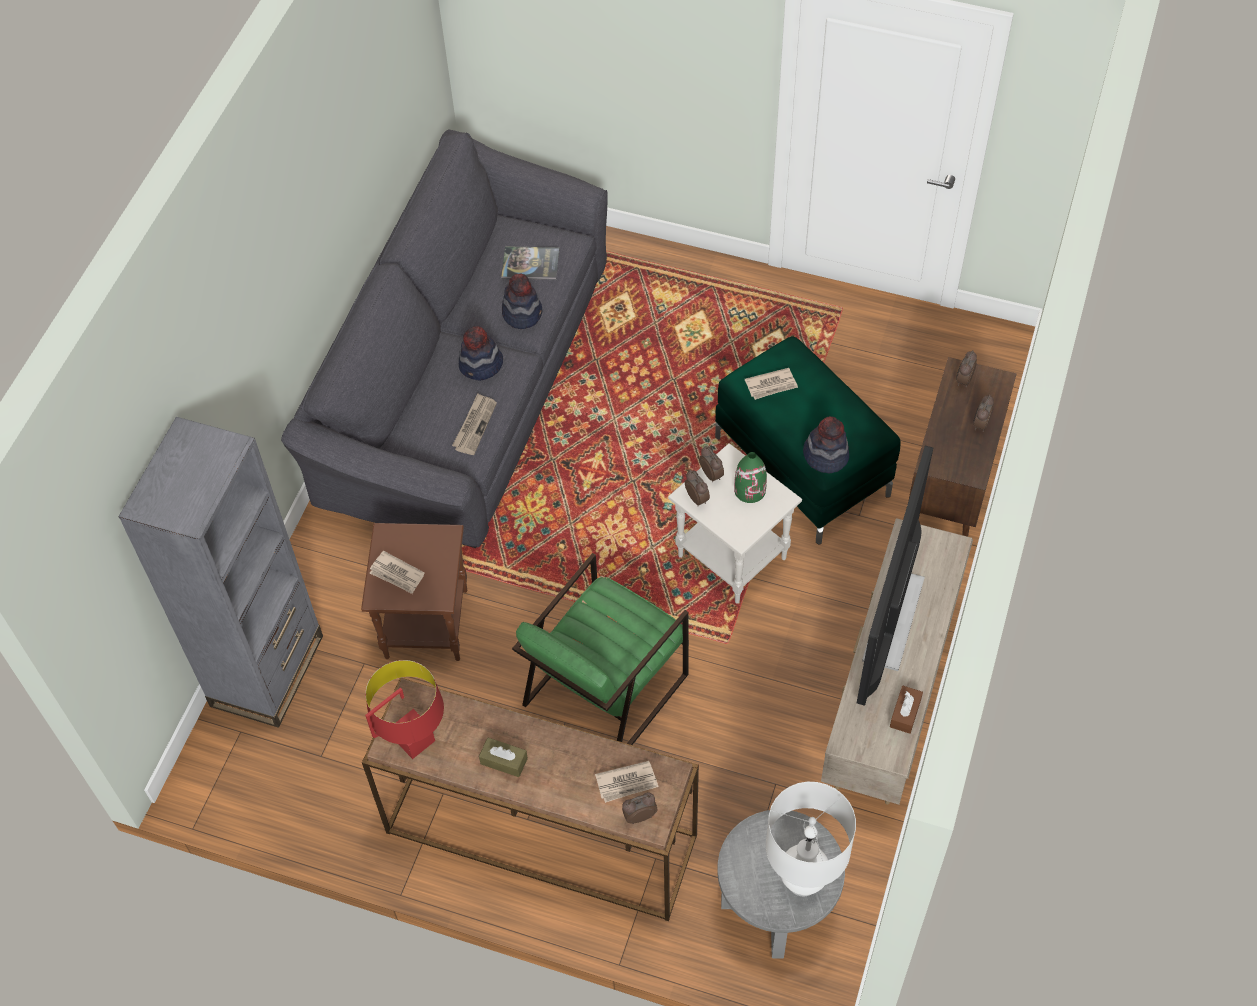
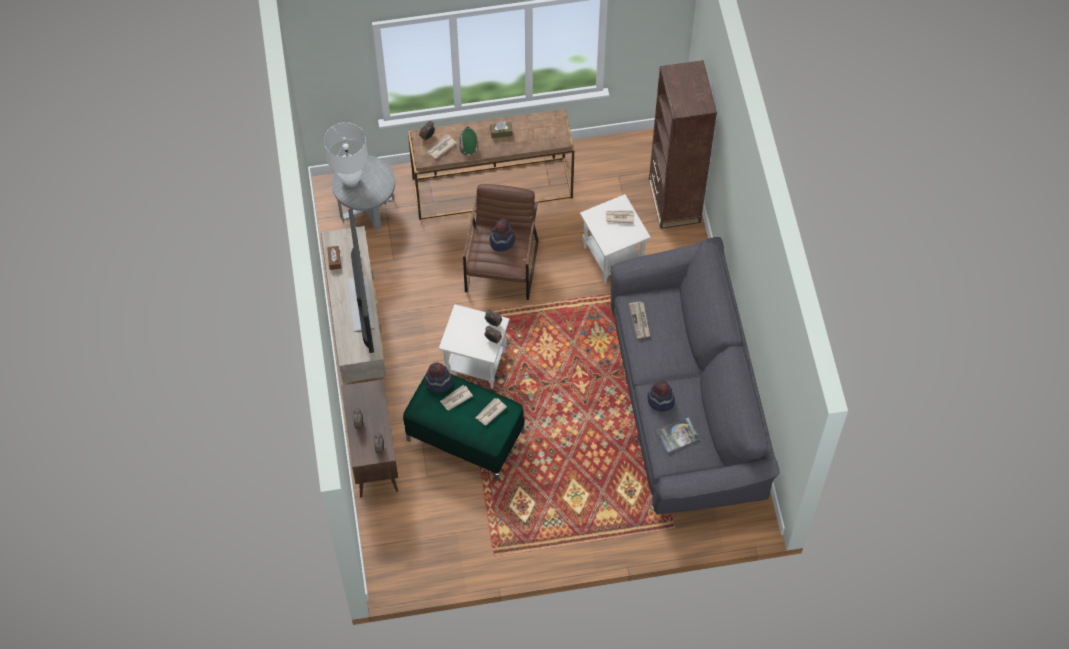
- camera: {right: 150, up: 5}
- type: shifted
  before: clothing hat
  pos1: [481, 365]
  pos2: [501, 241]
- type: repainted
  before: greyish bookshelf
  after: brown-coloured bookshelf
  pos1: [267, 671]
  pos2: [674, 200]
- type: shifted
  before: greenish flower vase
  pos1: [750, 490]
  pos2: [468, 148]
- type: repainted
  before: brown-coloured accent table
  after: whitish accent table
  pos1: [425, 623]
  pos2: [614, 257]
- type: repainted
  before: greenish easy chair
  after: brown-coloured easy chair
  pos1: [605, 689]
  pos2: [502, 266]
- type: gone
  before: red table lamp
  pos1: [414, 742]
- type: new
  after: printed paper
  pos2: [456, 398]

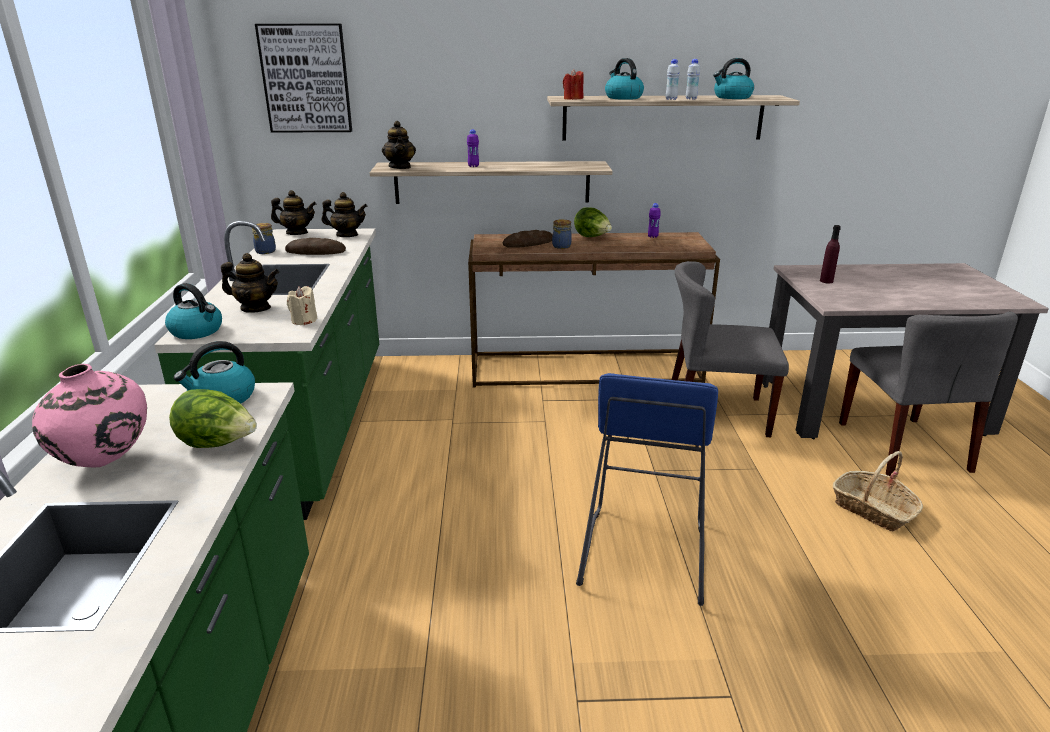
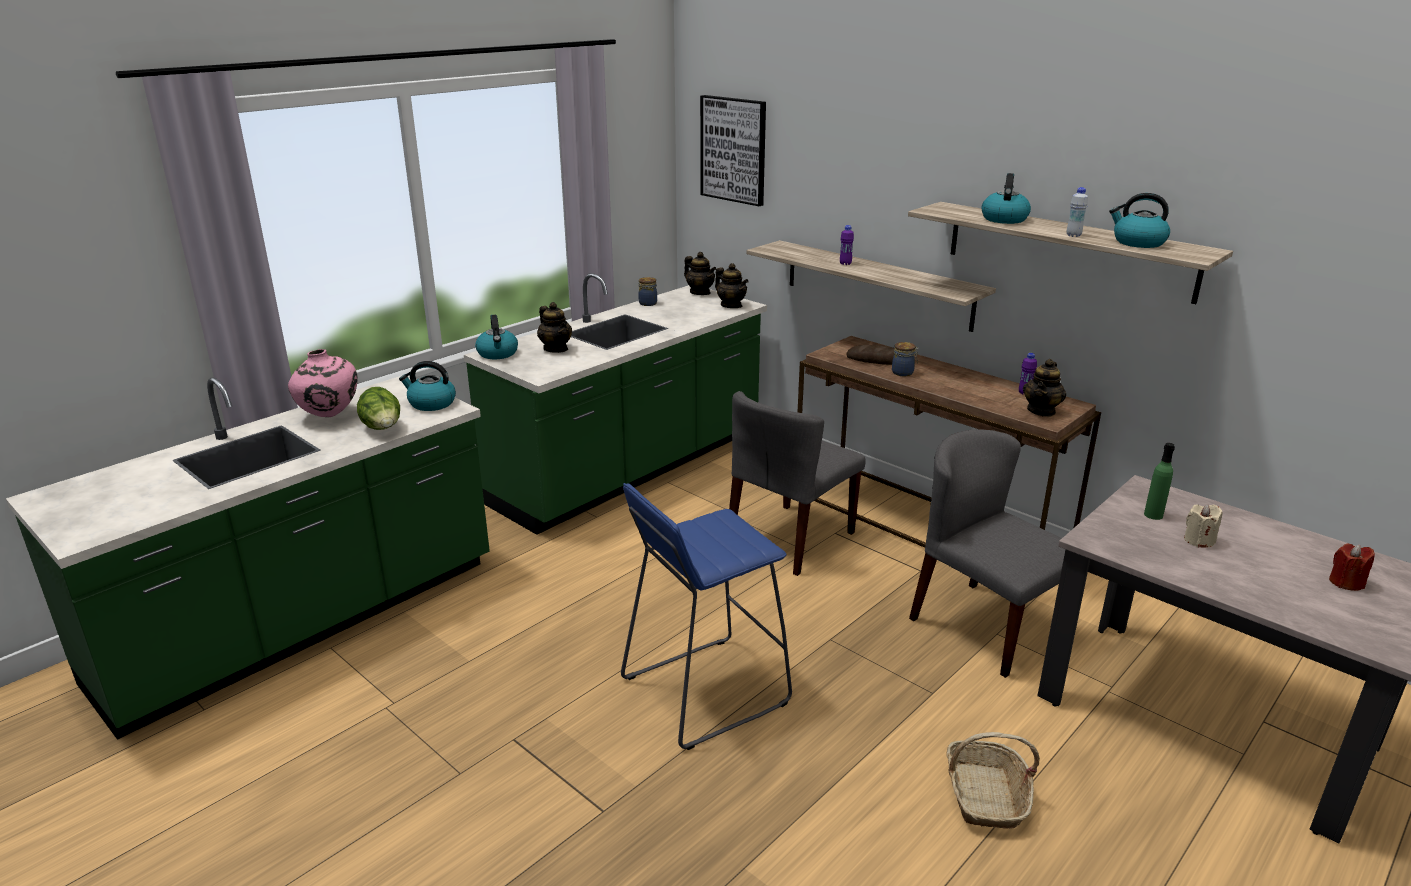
- camera: {right: 45, up: 0}
- type: gone
  before: whitish bottle
  pos1: [671, 99]
- type: shifted
  before: red wax light
  pos1: [573, 99]
  pos2: [1346, 582]
- type: shifted
  before: tea pot
  pos1: [400, 167]
  pos2: [1041, 411]
- type: gone
  before: lettuce
  pos1: [592, 237]
- type: repainted
  before: purplish bottle
  after: greenish bottle
  pos1: [826, 281]
  pos2: [1153, 515]
- type: gone
  before: baked bread
  pos1: [316, 252]
- type: shifted
  before: beige-coloured wax light
  pos1: [304, 320]
  pos2: [1199, 540]
- type: shifted
  before: greyish chair
  pos1: [903, 447]
  pos2: [790, 539]

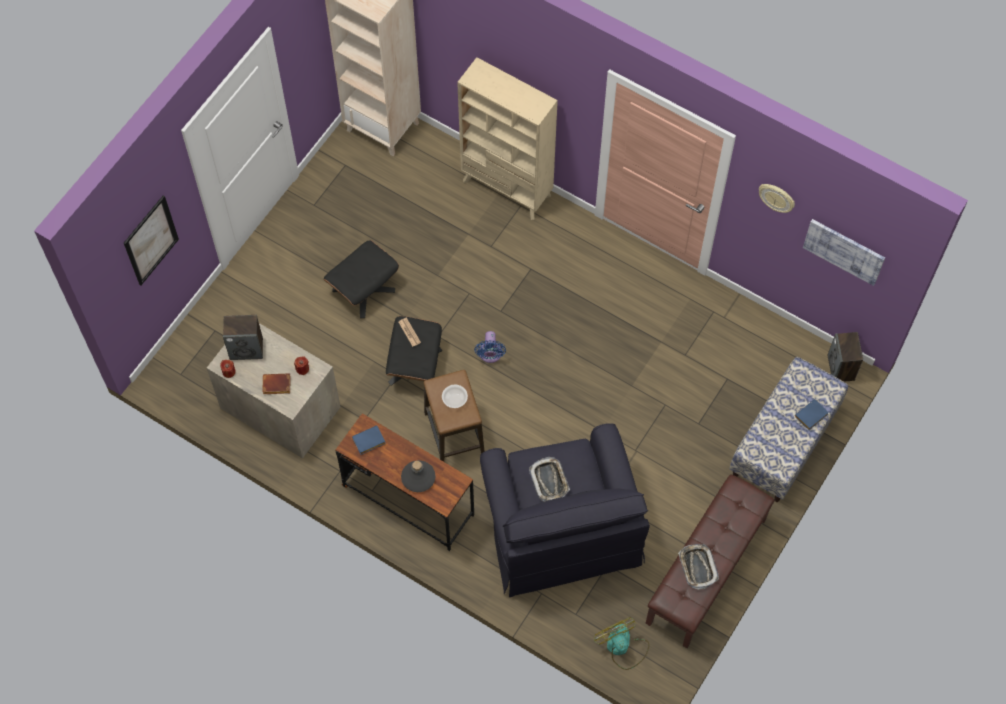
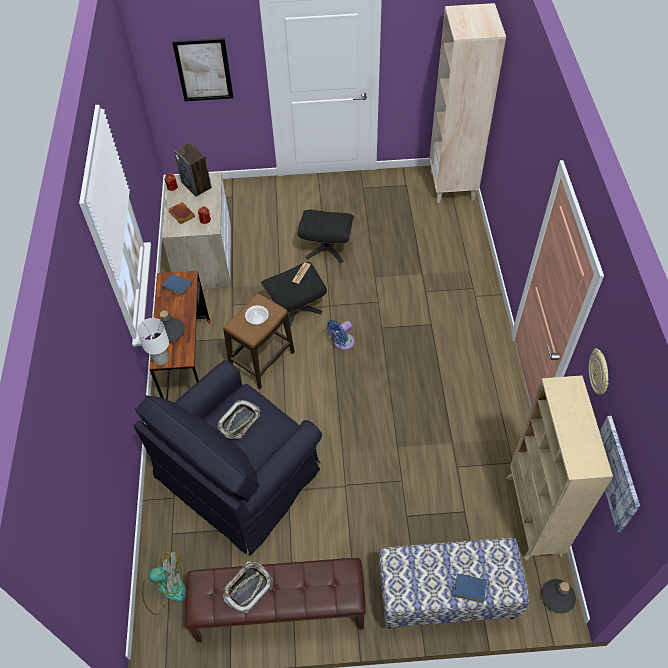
- camera: {right: 55, up: -10}
- type: shifted
  before: beige-coloured bookshelf
  pos1: [507, 188]
  pos2: [533, 516]
- type: swapped
  before: loudspeaker
  after: greyish bottle
  pos1: [841, 368]
  pos2: [557, 597]
- type: rotated
  before: cooling fan
  pos1: [622, 647]
  pos2: [165, 588]
  turn: 60
- type: new
  after: whitish table lamp
  pos2: [161, 359]

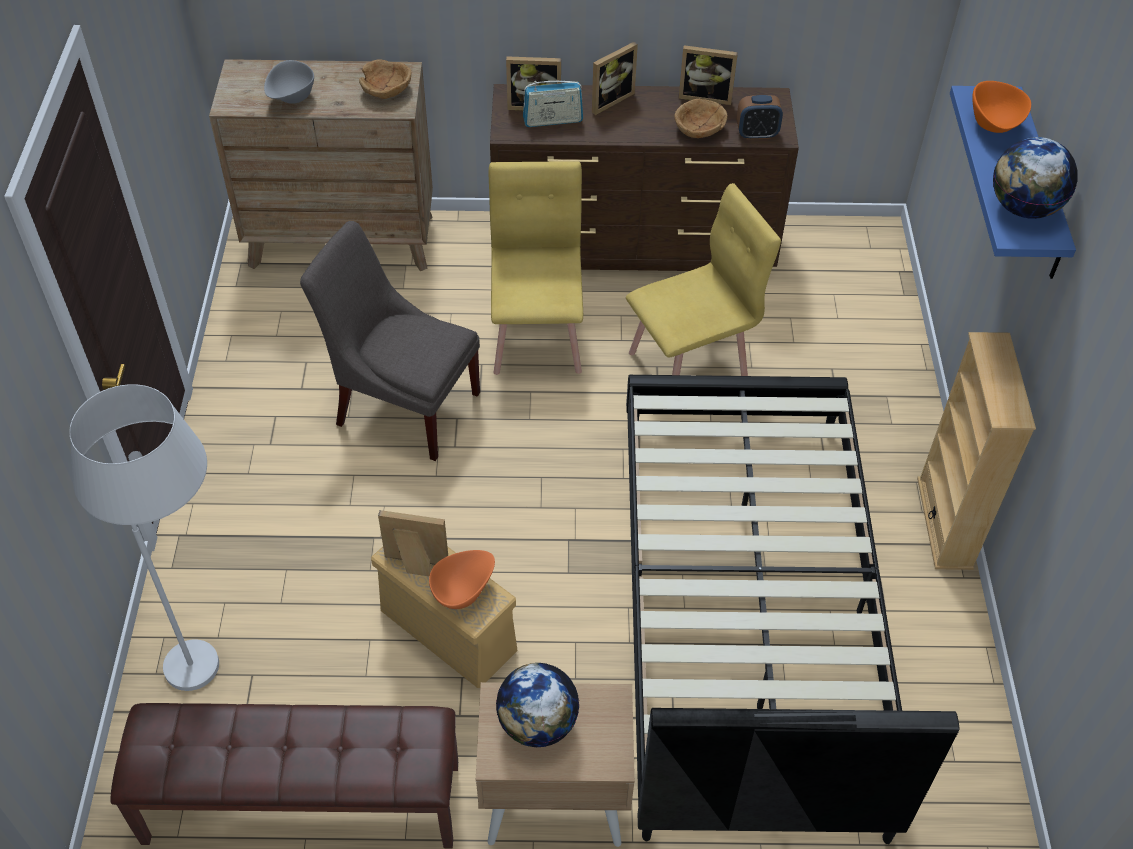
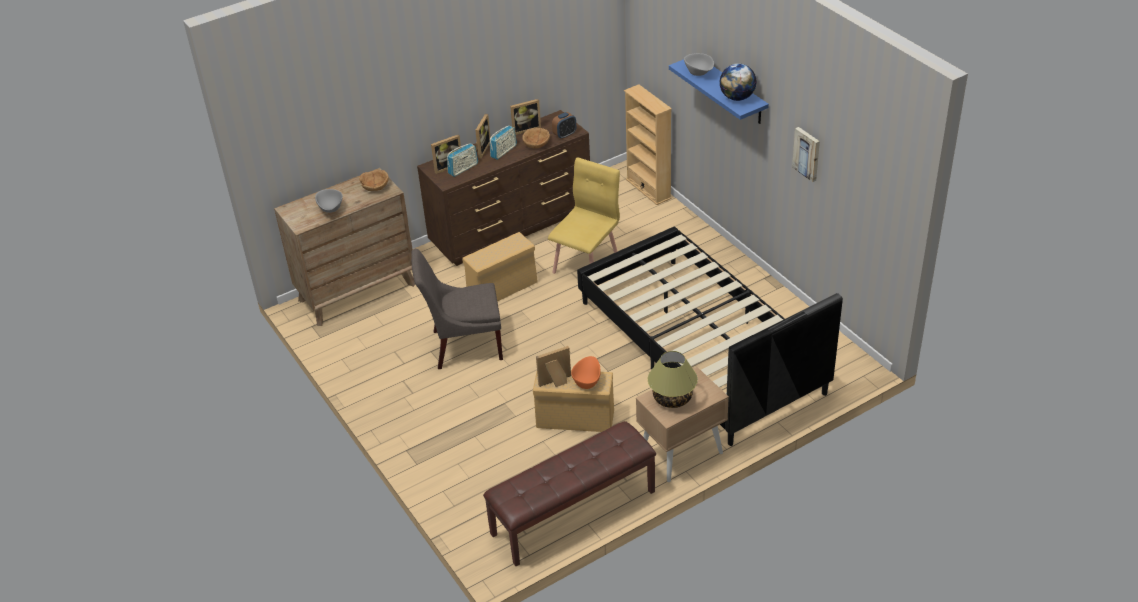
- camera: {right: -30, up: -10}
- type: repainted
  before: orange-coloured serving bowl
  after: greyish serving bowl
  pos1: [994, 127]
  pos2: [699, 74]
- type: swapped
  before: yellow chair
  after: beige-coloured storage bin
  pos1: [538, 339]
  pos2: [503, 288]
- type: shifted
  before: beige-coloured bookshelf
  pos1: [944, 523]
  pos2: [648, 189]
- type: gone
  before: whitish standing lamp
  pos1: [205, 641]
- type: swapped
  before: desk globe
  after: table lamp
  pos1: [537, 724]
  pos2: [672, 398]
- type: new
  after: radio set
  pos2: [503, 151]
- type: new
  after: wall art
  pos2: [807, 153]

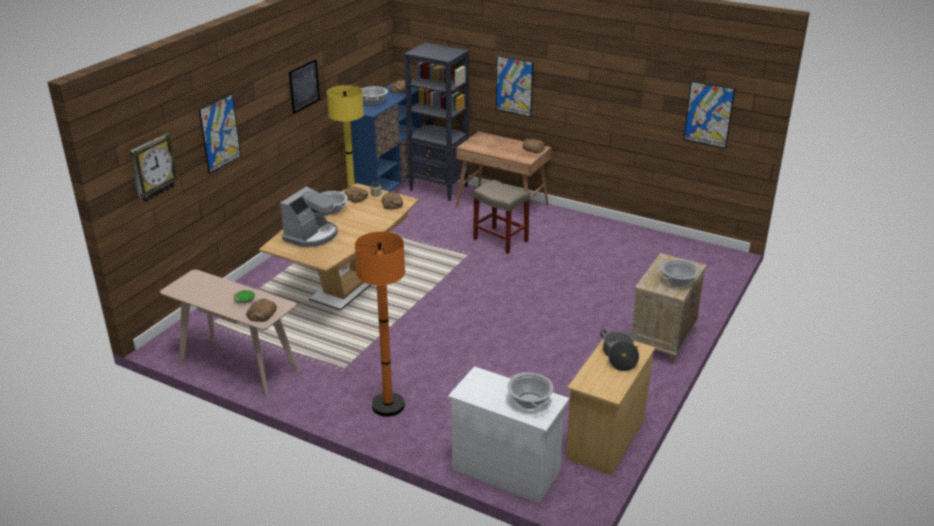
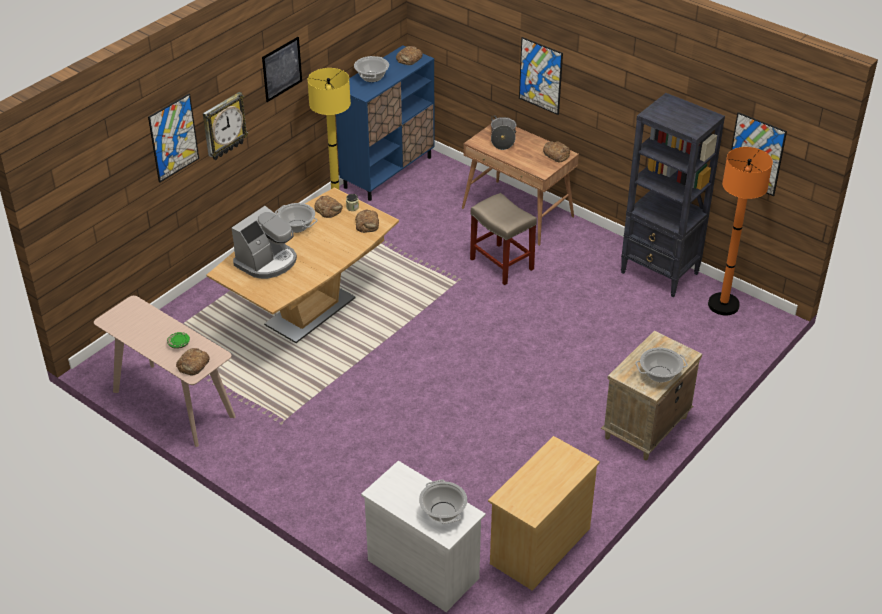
- camera: {right: 10, up: 10}
- type: shifted
  before: blackish bookshelf
  pos1: [439, 189]
  pos2: [660, 273]
- type: shifted
  before: wall clock
  pos1: [152, 167]
  pos2: [223, 126]
- type: shifted
  before: orange-coloured standing lamp
  pos1: [388, 405]
  pos2: [723, 305]
- type: shifted
  before: saucepot
  pos1: [619, 357]
  pos2: [503, 139]

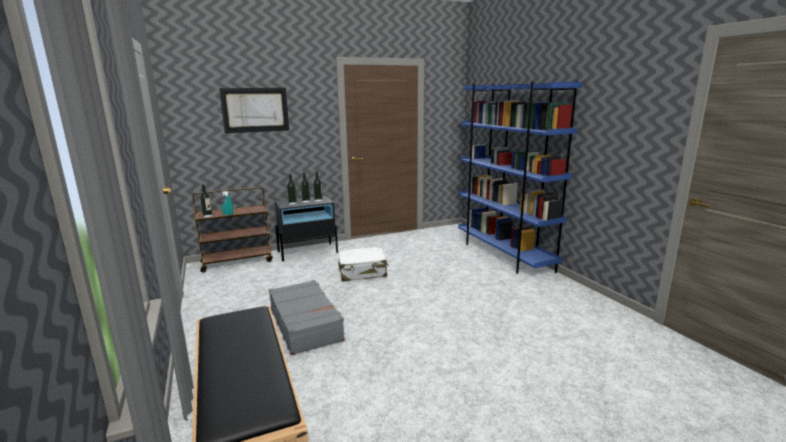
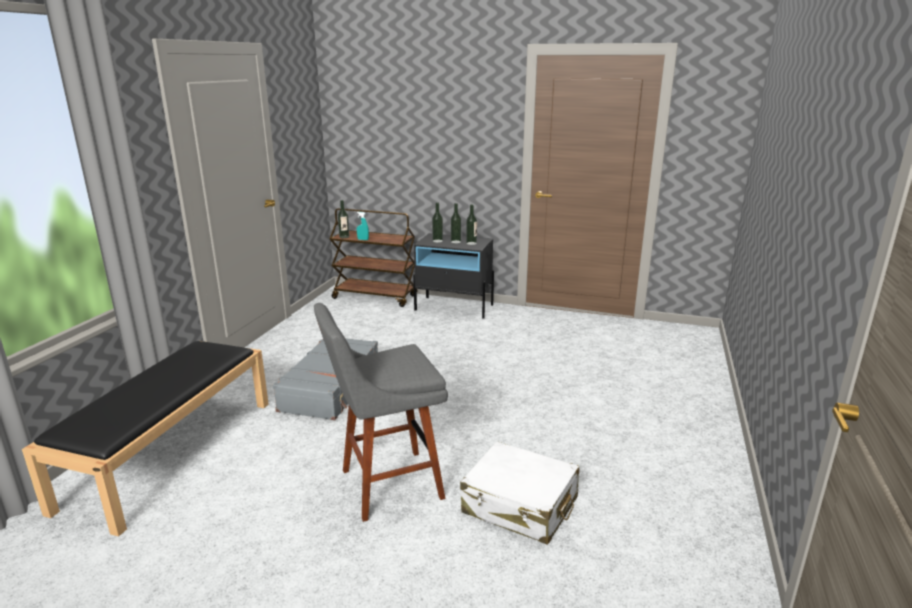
- camera: {right: 40, up: 5}
- type: gone
  before: blue bookshelf
  pos1: [504, 255]
- type: gone
  before: wall art
  pos1: [255, 110]
- type: shifted
  before: whitish travel case
  pos1: [362, 272]
  pos2: [520, 505]
- type: new
  after: greyish stool
  pos2: [386, 485]

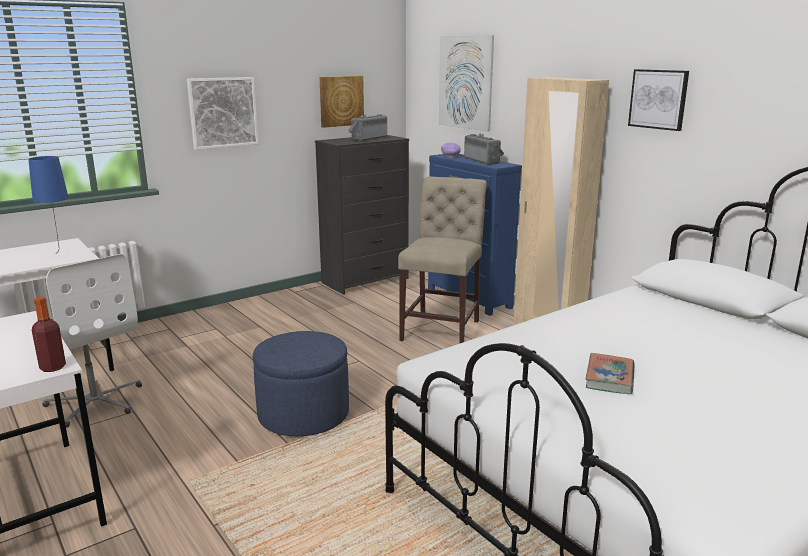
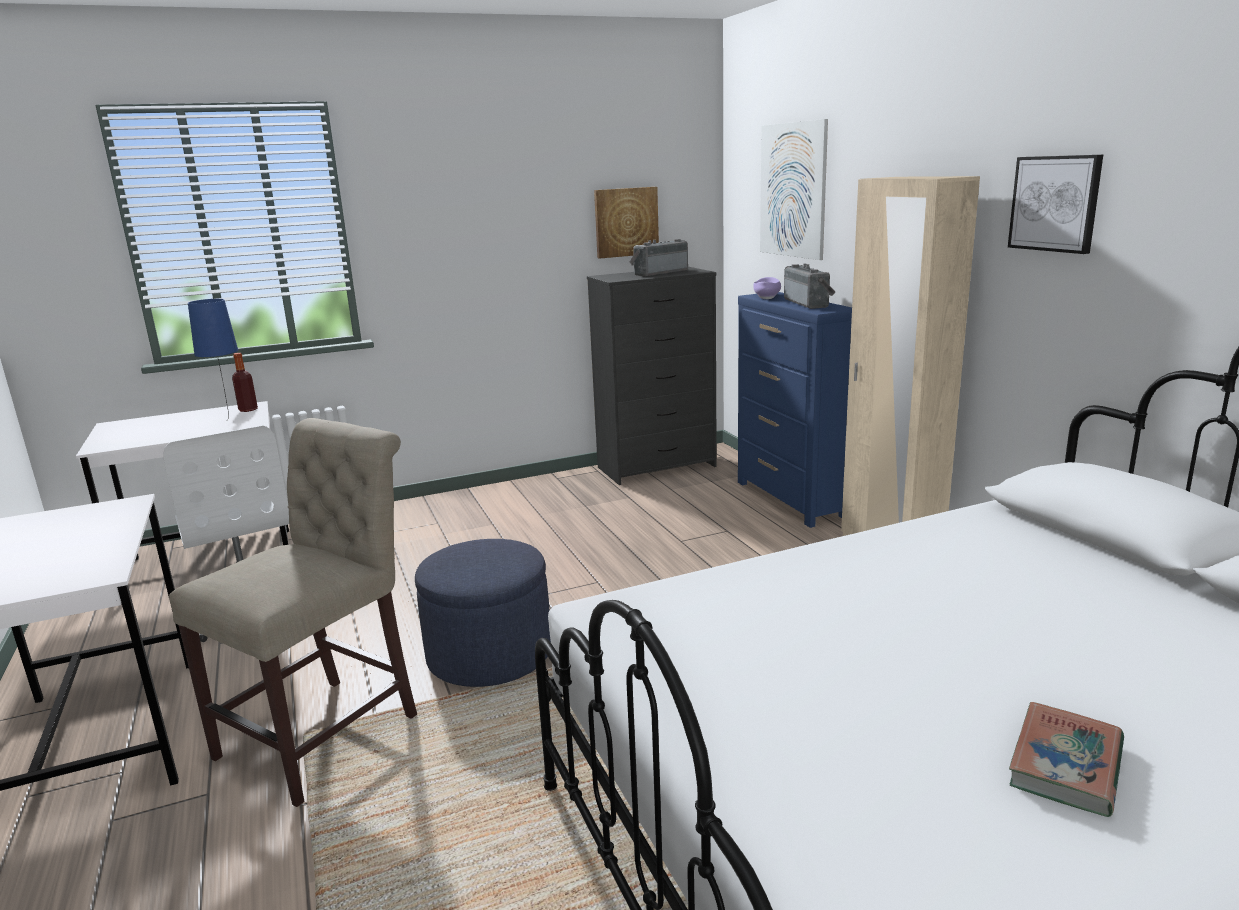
- camera: {right: 15, up: 0}
- type: gone
  before: wall art
  pos1: [223, 112]
- type: shifted
  before: beige-coloured chair
  pos1: [443, 328]
  pos2: [328, 731]
- type: shifted
  before: bottle
  pos1: [53, 367]
  pos2: [248, 409]
- type: shifted
  before: volume
  pos1: [609, 378]
  pos2: [1066, 765]

